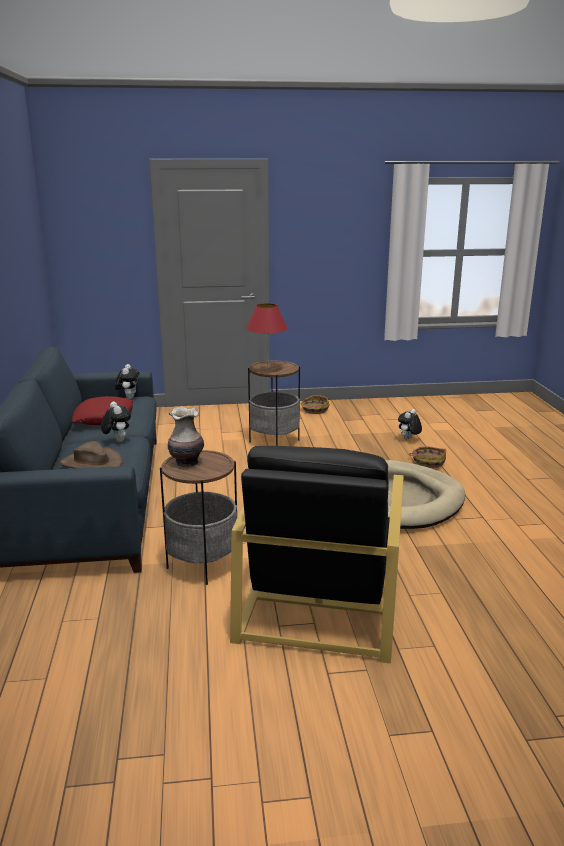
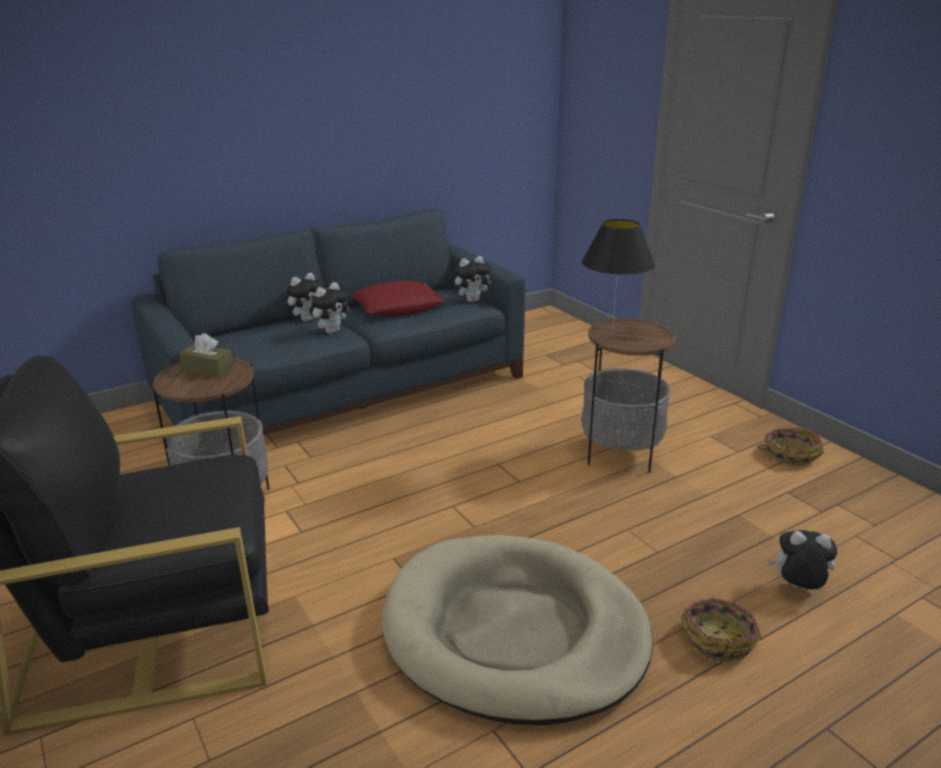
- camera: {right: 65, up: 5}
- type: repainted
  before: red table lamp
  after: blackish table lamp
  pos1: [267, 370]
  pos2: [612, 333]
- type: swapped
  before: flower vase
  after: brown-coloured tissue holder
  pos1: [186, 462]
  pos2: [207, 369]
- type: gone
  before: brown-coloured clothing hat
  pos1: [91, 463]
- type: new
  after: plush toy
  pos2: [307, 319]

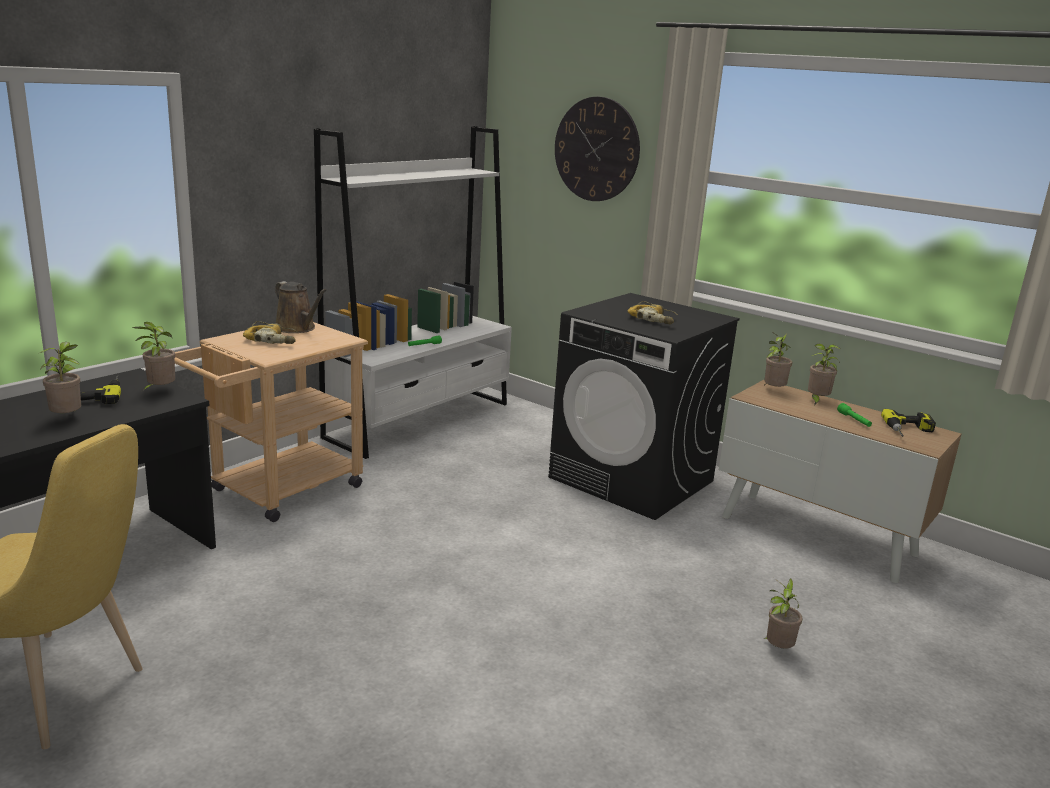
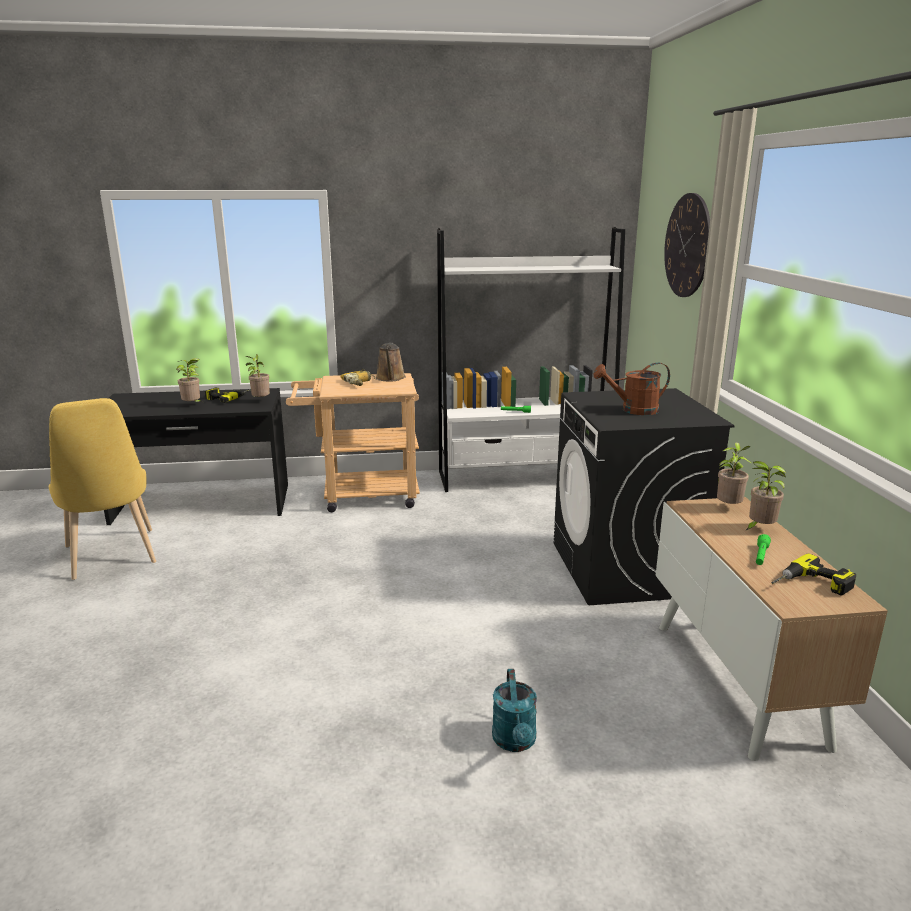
- camera: {right: 45, up: 0}
- type: swapped
  before: drill
  after: brown-coloured watering pot
  pos1: [653, 319]
  pos2: [633, 410]
- type: swapped
  before: houseplant
  after: turquoise watering pot
  pos1: [777, 648]
  pos2: [515, 742]

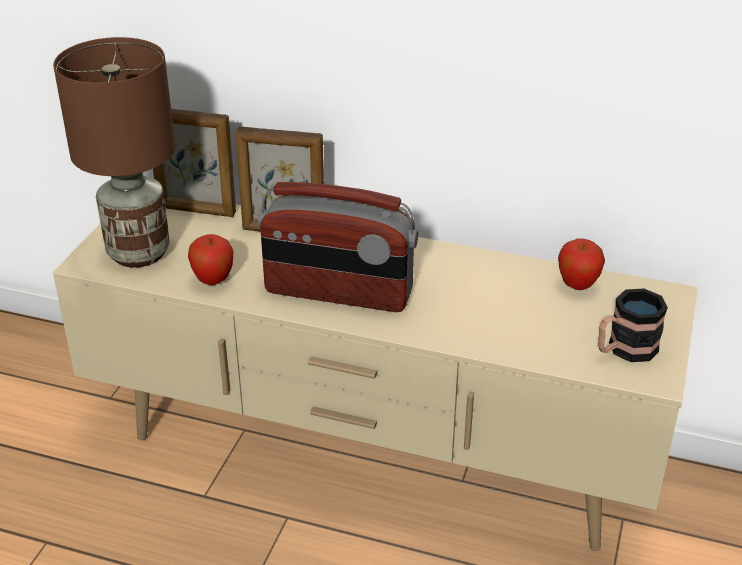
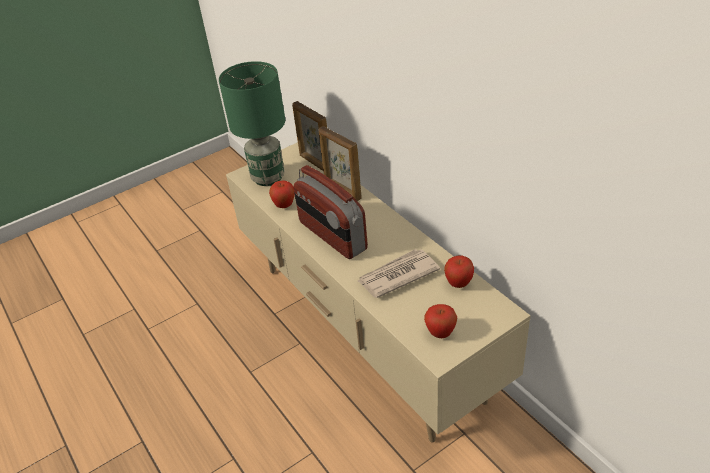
- camera: {right: 40, up: 5}
- type: repainted
  before: brown-coloured table lamp
  after: greenish table lamp
  pos1: [140, 252]
  pos2: [269, 178]
- type: swapped
  before: mug
  after: apple
  pos1: [624, 350]
  pos2: [440, 333]
- type: new
  after: printed paper
  pos2: [397, 275]

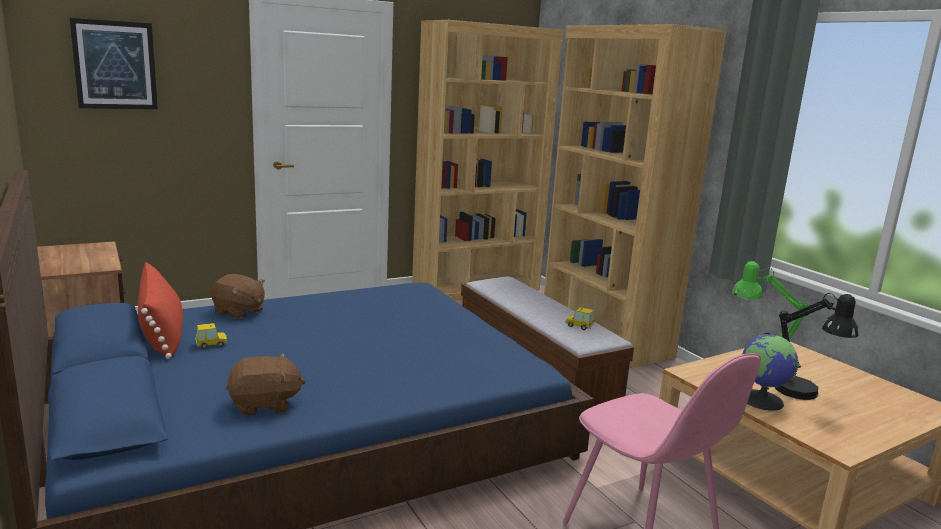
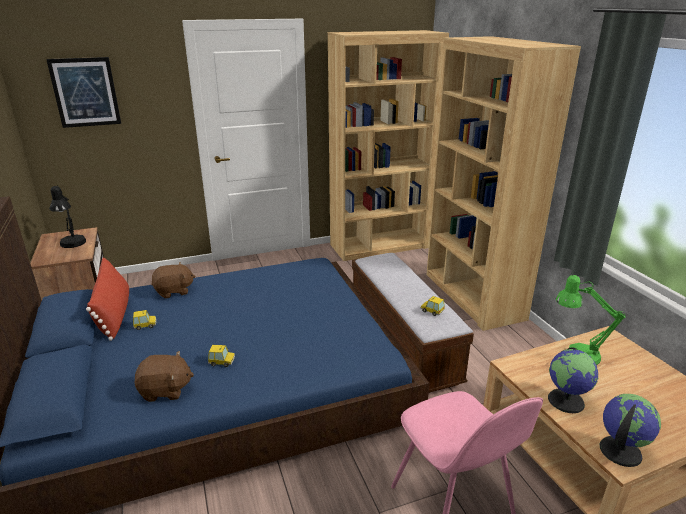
- camera: {right: 10, up: 10}
- type: rotated
  before: brown-coloured plush toy
  pos1: [239, 312]
  pos2: [174, 291]
  turn: -60
- type: shifted
  before: blackish table lamp
  pos1: [803, 394]
  pos2: [72, 245]
- type: new
  after: model car
  pos2: [222, 361]
- type: new
  after: desk globe
  pos2: [619, 450]

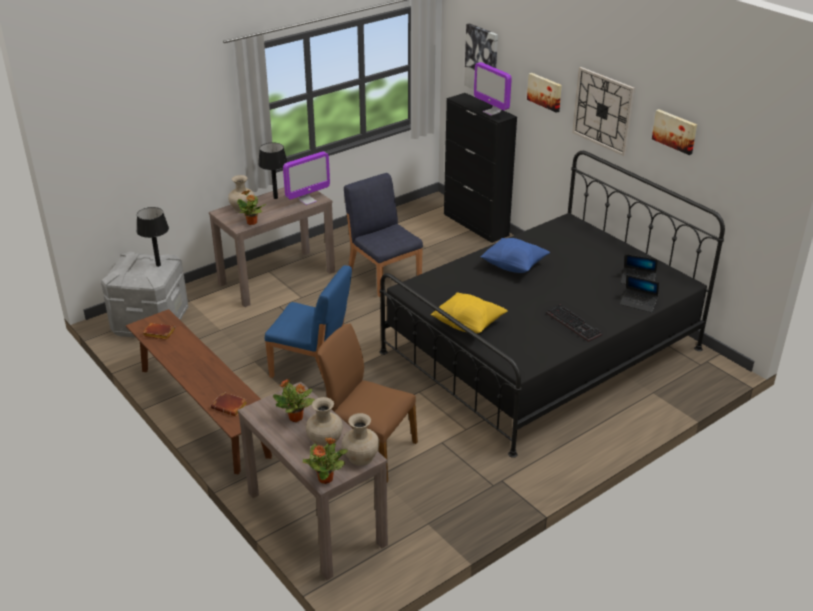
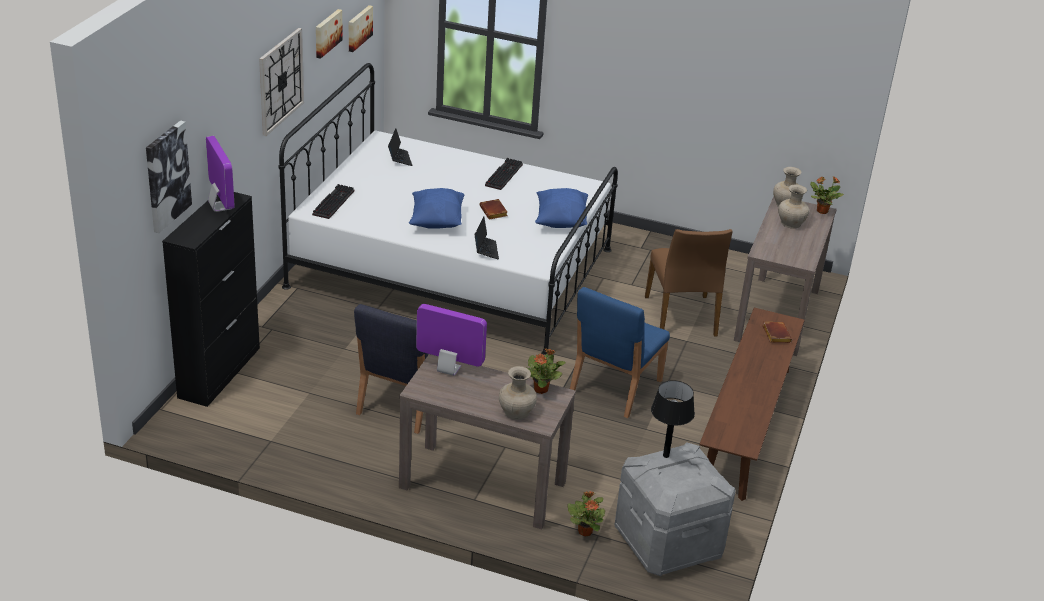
- camera: {right: -125, up: 0}
- type: rotated
  before: computer display
  pos1: [491, 112]
  pos2: [220, 206]
  turn: -45
- type: shifted
  before: wall art
  pos1: [545, 92]
  pos2: [358, 28]
- type: gone
  before: blackish table lamp
  pos1: [275, 198]
- type: repainted
  before: blackish bedroom bed
  after: whitish bedroom bed
  pos1: [541, 350]
  pos2: [452, 268]
- type: rotated
  before: blue chair
  pos1: [312, 367]
  pos2: [614, 387]
  turn: -135
- type: shifted
  before: notebook computer
  pos1: [638, 303]
  pos2: [486, 250]
- type: repainted
  before: yellow cushion
  after: blue cushion
  pos1: [468, 325]
  pos2: [560, 221]
- type: shifted
  before: brown-coloured volume
  pos1: [158, 334]
  pos2: [494, 212]
- type: shifted
  before: houseplant
  pos1: [296, 418]
  pos2: [585, 531]
- type: new
  after: keyboard
  pos2: [332, 202]

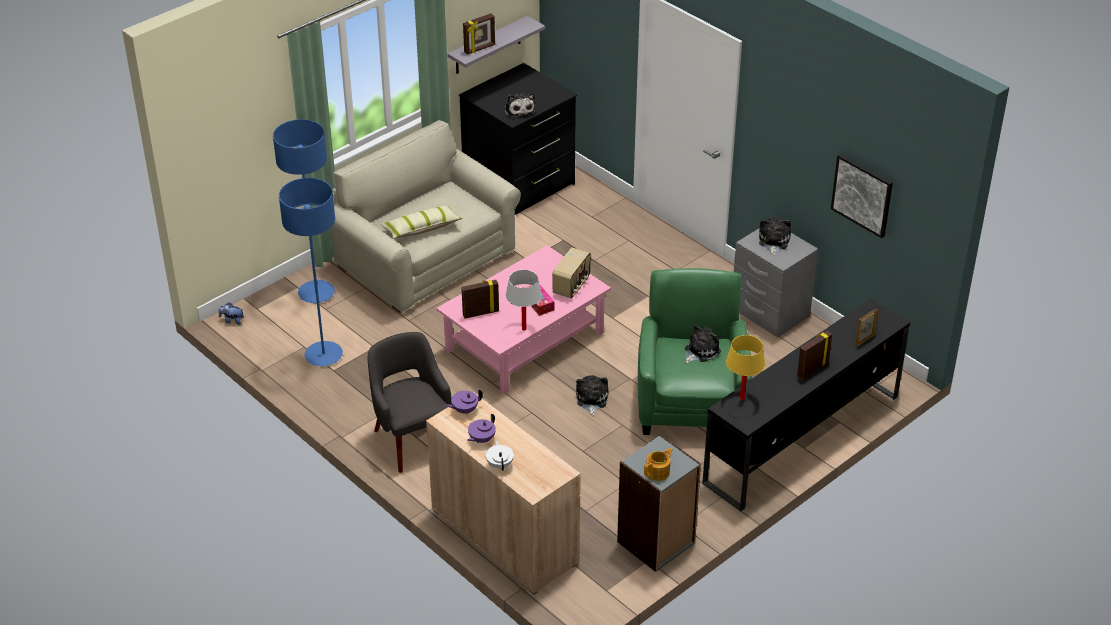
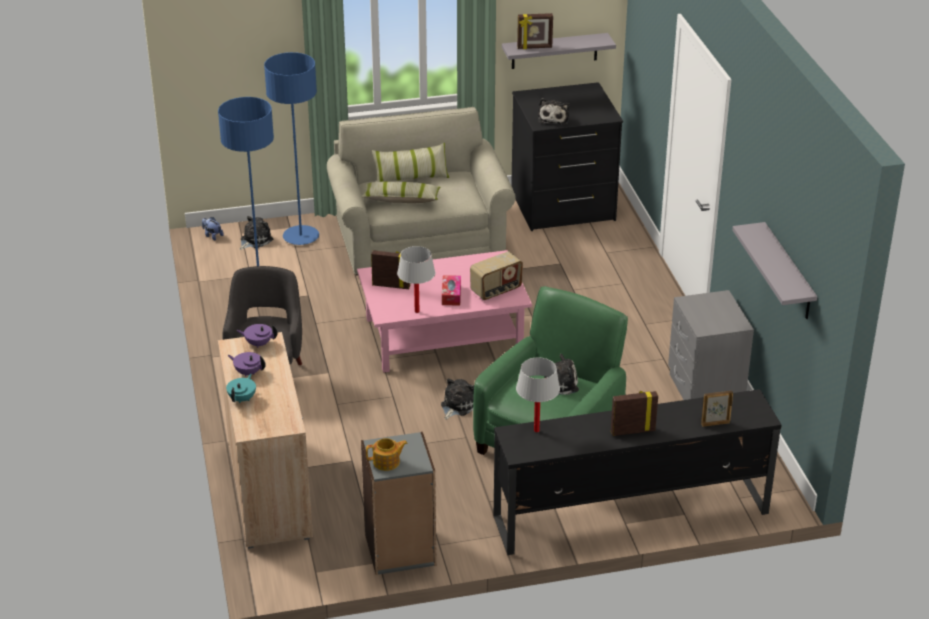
- camera: {right: 30, up: -5}
- type: swapped
  before: wall art
  after: greyish shelf
  pos1: [862, 195]
  pos2: [788, 273]
- type: shifted
  before: plush toy
  pos1: [773, 241]
  pos2: [254, 240]
- type: repainted
  before: yellow table lamp
  after: whitish table lamp
  pos1: [742, 398]
  pos2: [536, 430]
- type: rotated
  before: purplish tea pot
  pos1: [481, 439]
  pos2: [248, 372]
  turn: 45
- type: repainted
  before: whitish tea pot
  after: turquoise tea pot
  pos1: [500, 464]
  pos2: [242, 398]
- type: new
  after: cushion
  pos2: [411, 178]

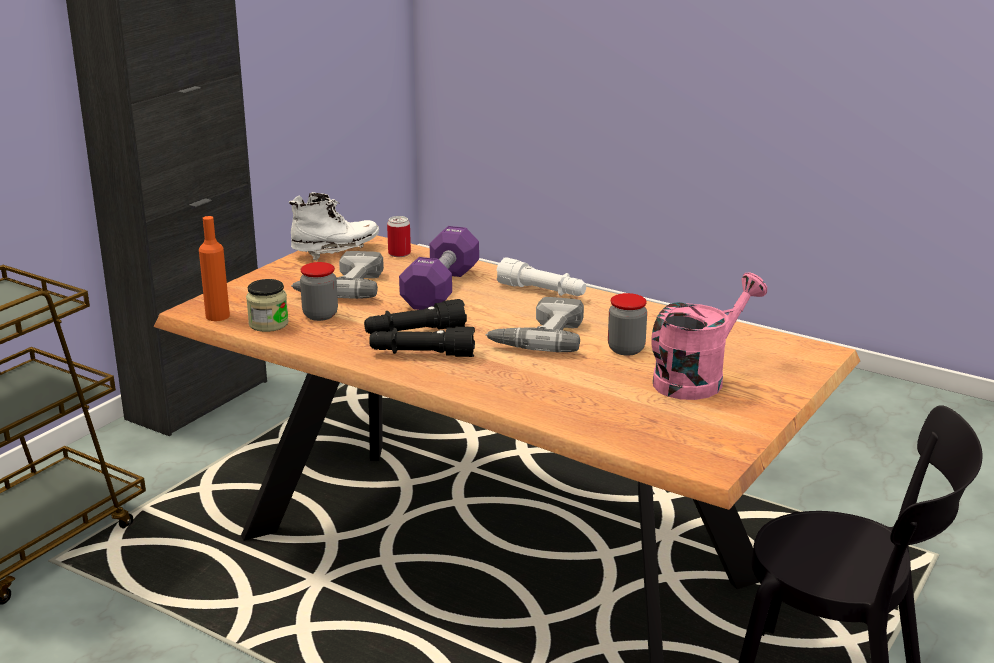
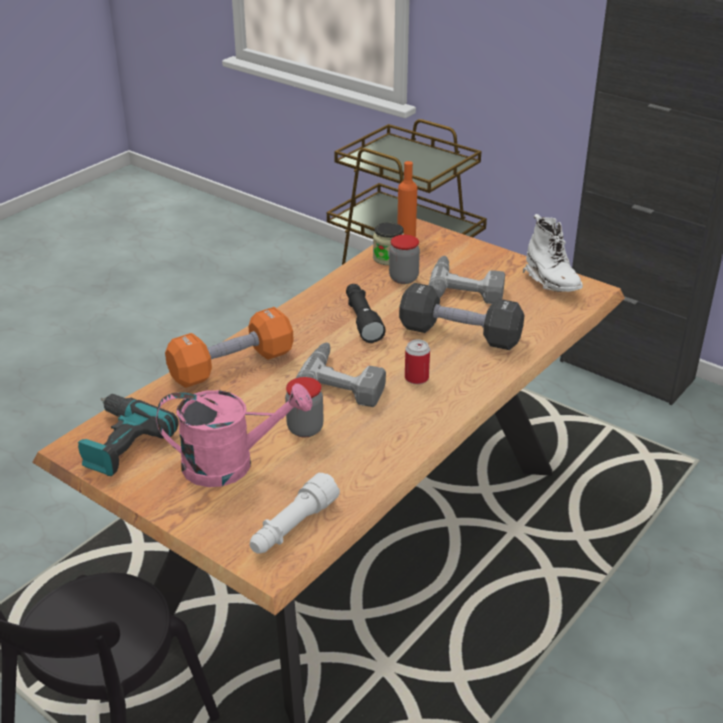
- camera: {right: 95, up: 10}
- type: shifted
  before: metal can
  pos1: [399, 254]
  pos2: [416, 378]
- type: repainted
  before: purplish free weight
  after: blackish free weight
  pos1: [441, 289]
  pos2: [460, 334]
- type: shifted
  before: whitish flashlight
  pos1: [542, 291]
  pos2: [293, 527]
- type: rotated
  before: pink-coloured watering pot
  pos1: [697, 379]
  pos2: [231, 464]
  turn: -60
- type: gone
  before: blackish flashlight
  pos1: [422, 354]
- type: new
  after: orange-coloured free weight
  pos2: [232, 365]
- type: new
  after: drill
  pos2: [119, 443]

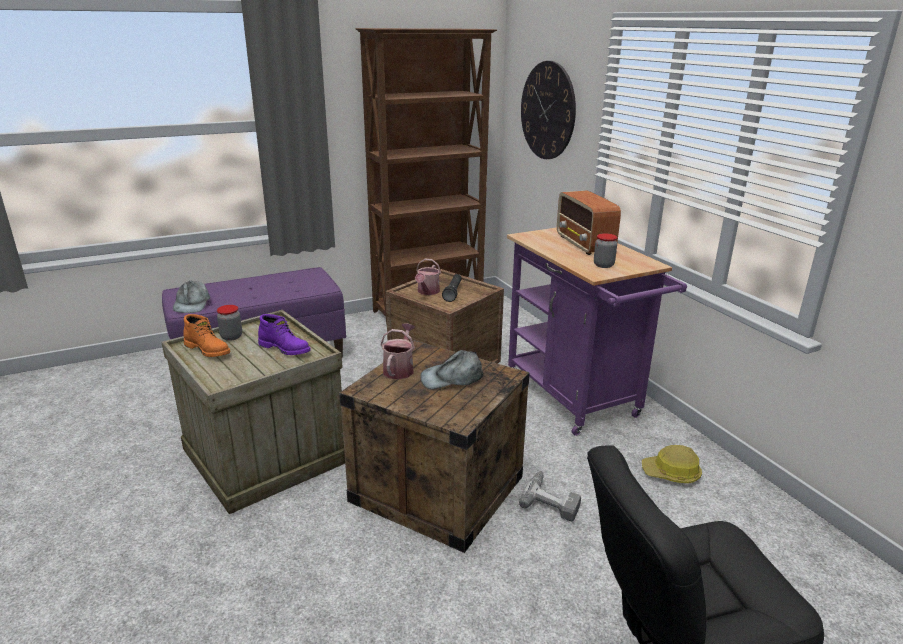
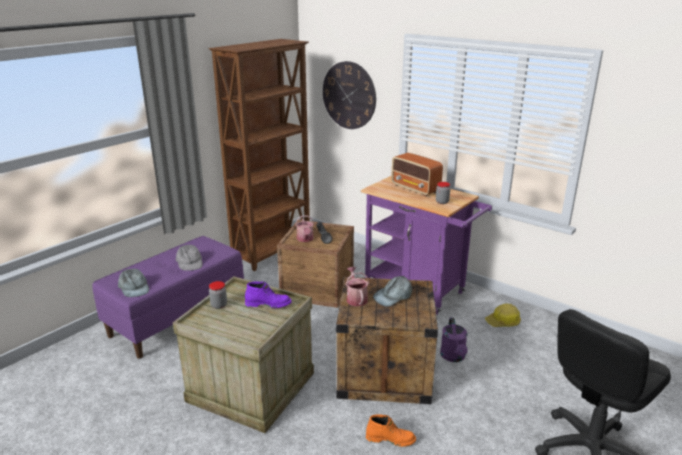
- camera: {right: -25, up: 0}
- type: shifted
  before: orange-coloured tall boot
  pos1: [208, 350]
  pos2: [390, 439]
- type: swapped
  before: drill
  after: purplish watering pot
  pos1: [552, 499]
  pos2: [453, 357]
- type: new
  after: greyish cap
  pos2: [189, 262]

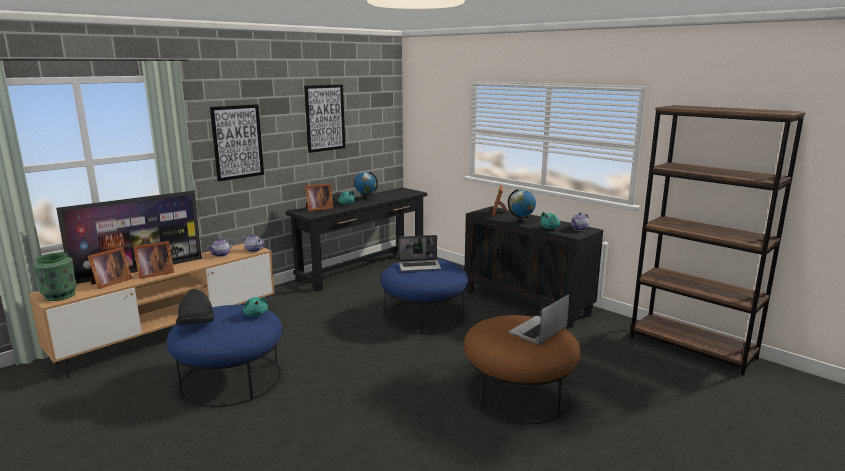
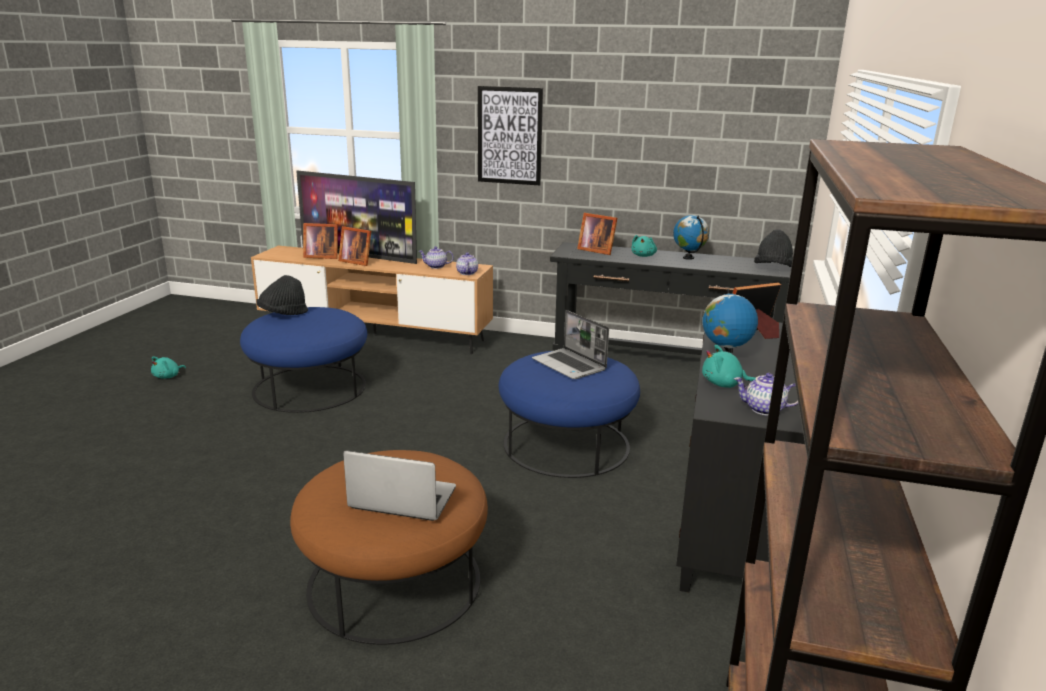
- camera: {right: 60, up: 5}
- type: gone
  before: wall art
  pos1: [325, 118]
- type: gone
  before: greenish flower vase
  pos1: [59, 296]
- type: shifted
  before: turquoise plush toy
  pos1: [256, 314]
  pos2: [168, 376]
- type: new
  after: blackish clothing hat
  pos2: [772, 269]

